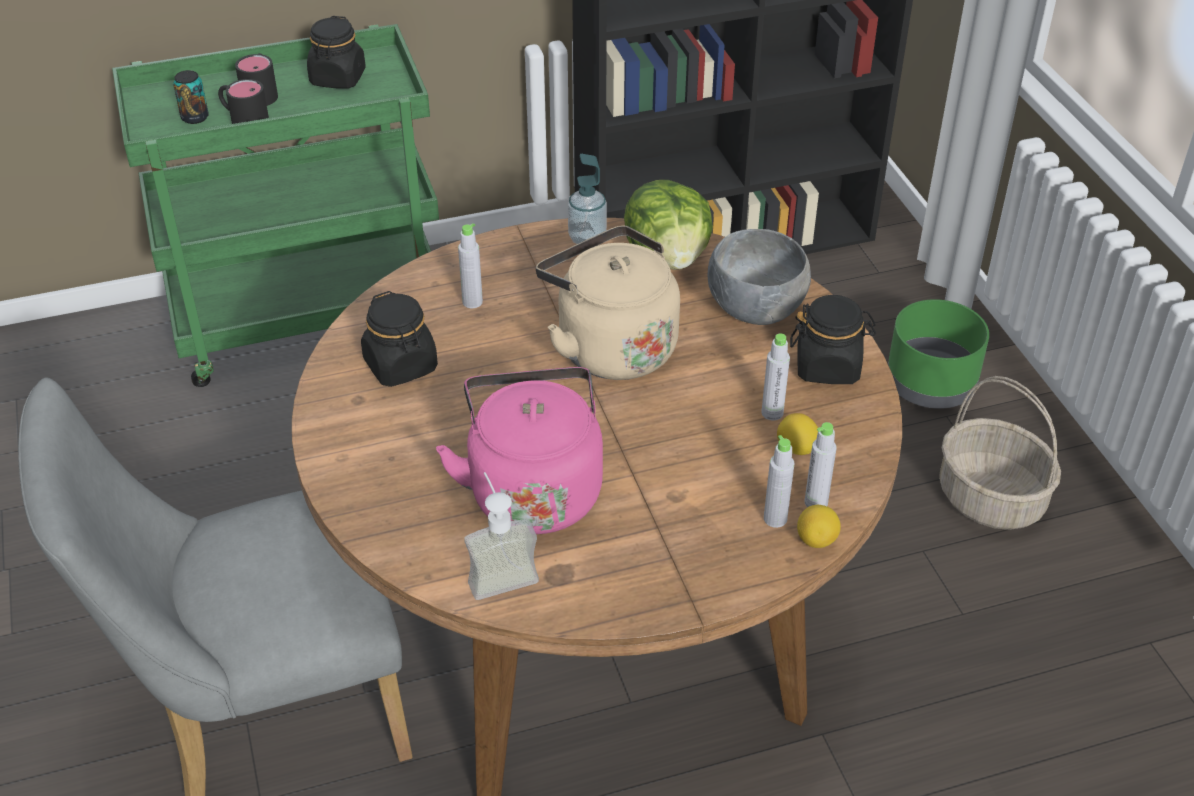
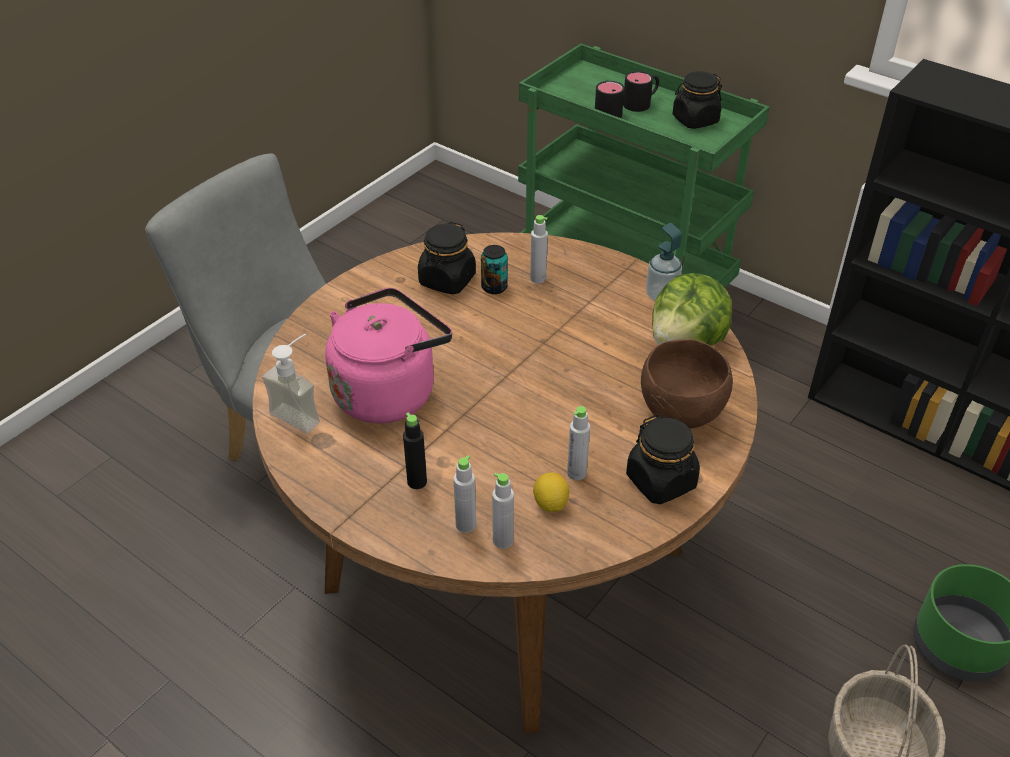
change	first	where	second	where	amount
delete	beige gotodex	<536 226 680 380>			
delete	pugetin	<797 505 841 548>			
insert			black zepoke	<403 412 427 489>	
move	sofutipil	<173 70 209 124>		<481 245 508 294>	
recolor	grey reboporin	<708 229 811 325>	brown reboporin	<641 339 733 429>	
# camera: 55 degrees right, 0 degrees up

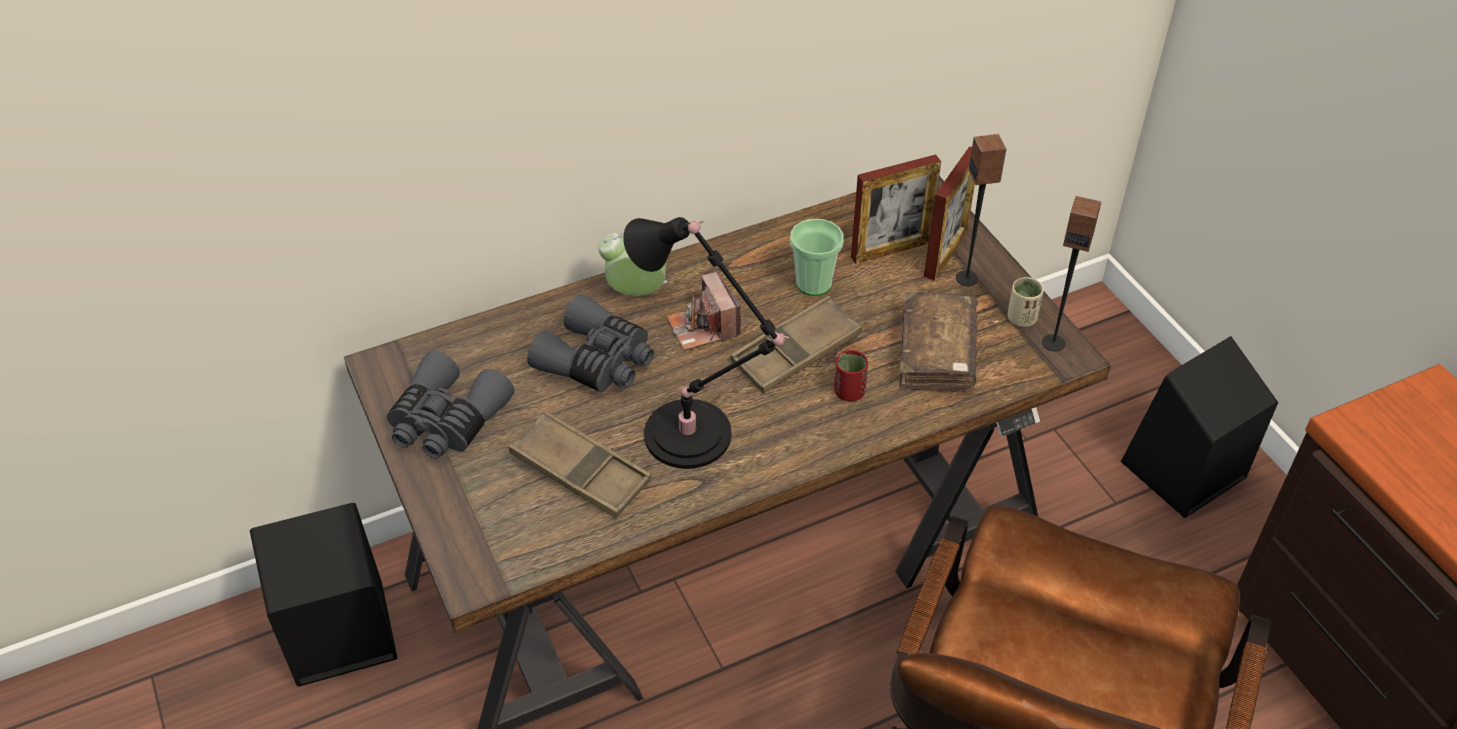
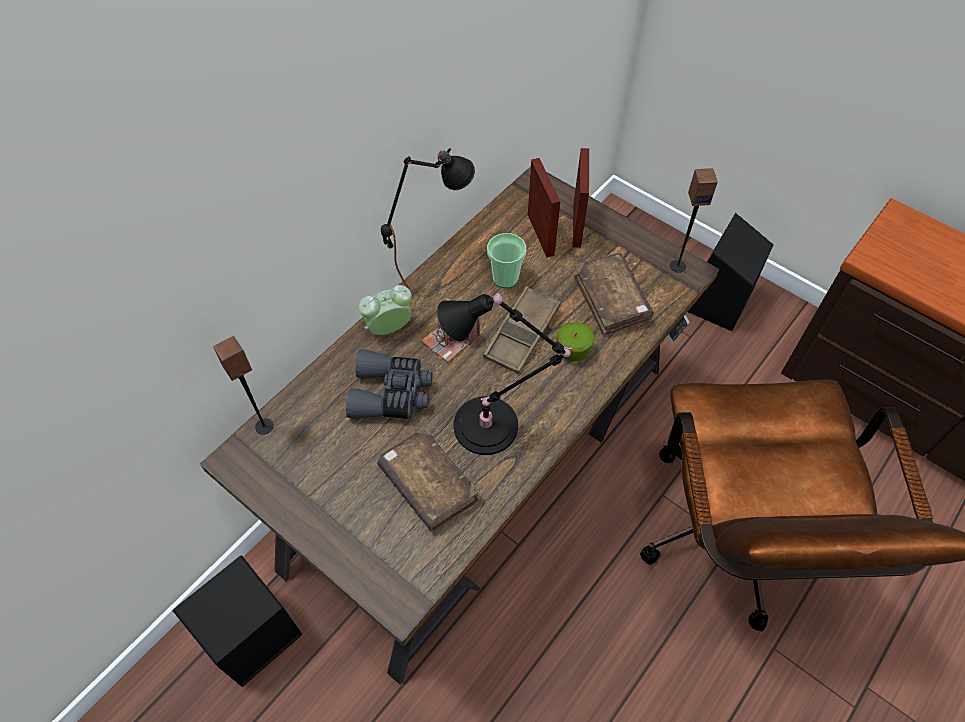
change	first	where	second	where	amount
delete	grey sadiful	<387 350 514 458>			
delete	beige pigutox	<1008 277 1044 327>			
insert			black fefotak	<381 148 475 289>	
move	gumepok	<956 134 1007 286>		<213 336 274 435>	
replace	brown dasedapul	<509 411 651 519>	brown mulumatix	<377 427 479 531>	
replace	red pigutox	<834 350 868 402>	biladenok	<556 322 595 361>	
rotate	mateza	<851 154 941 264>		<528 158 560 257>	60 degrees counterclockwise
# camera: 25 degrees left, 10 degrees up

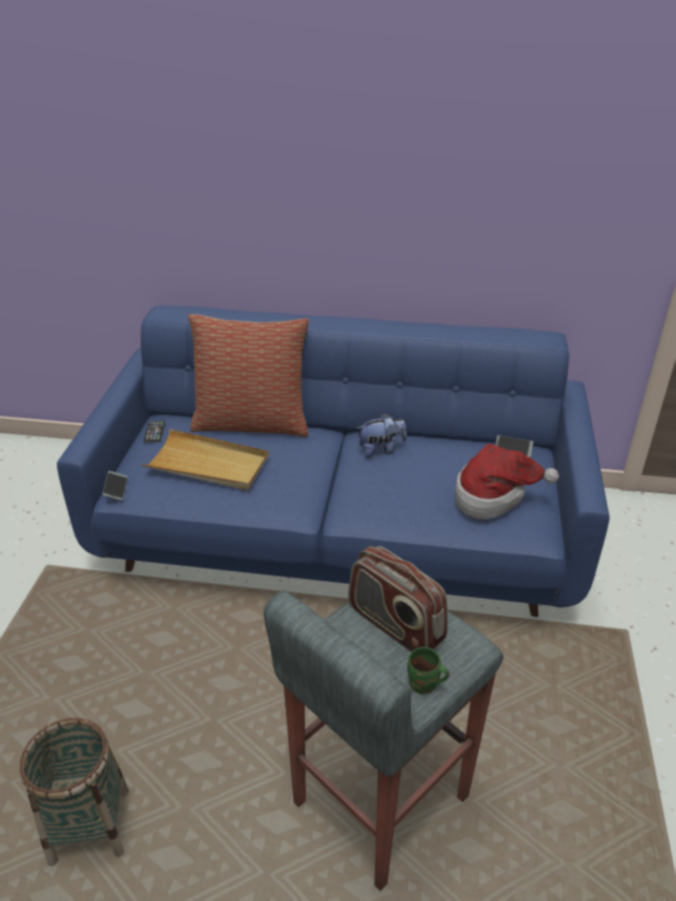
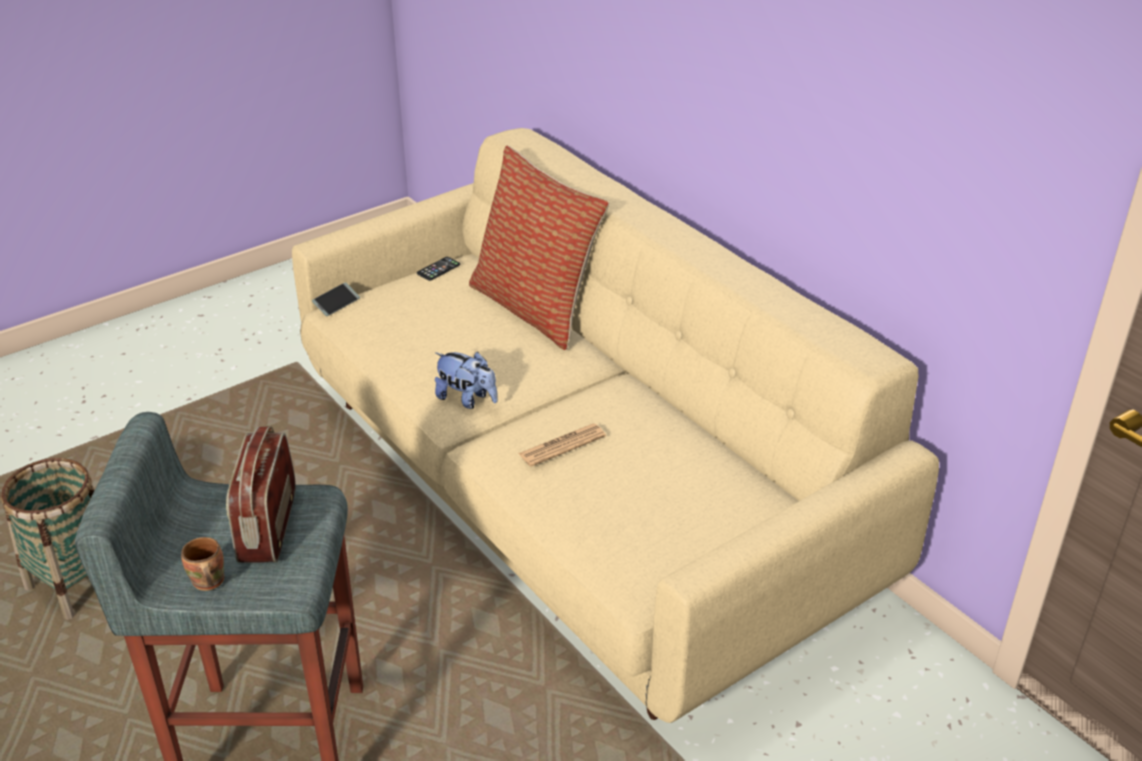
change	first	where	second	where	amount
delete	beige dasedapul	<141 429 269 490>			
delete	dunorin	<456 444 559 519>			
delete	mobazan	<495 435 533 457>			
insert			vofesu	<518 423 606 467>	
move	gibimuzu	<357 413 407 458>		<435 352 498 409>	
recolor	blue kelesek	<57 305 610 617>	beige kelesek	<292 128 939 723>	
recolor	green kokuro	<407 647 449 694>	brown kokuro	<181 537 224 591>	
# camera: 45 degrees right, 0 degrees up

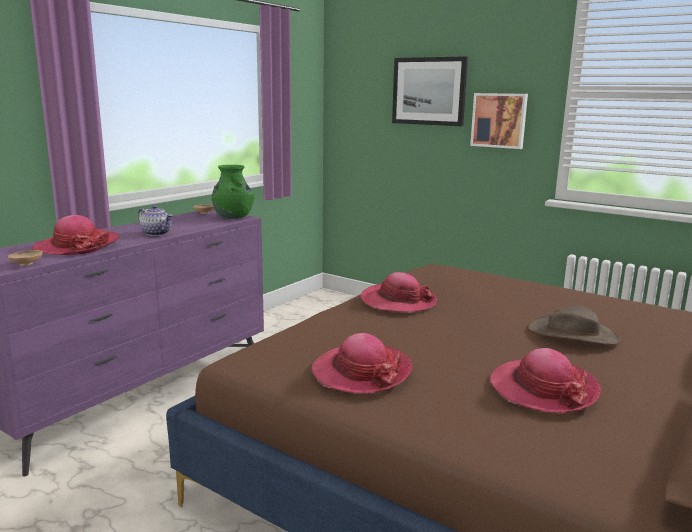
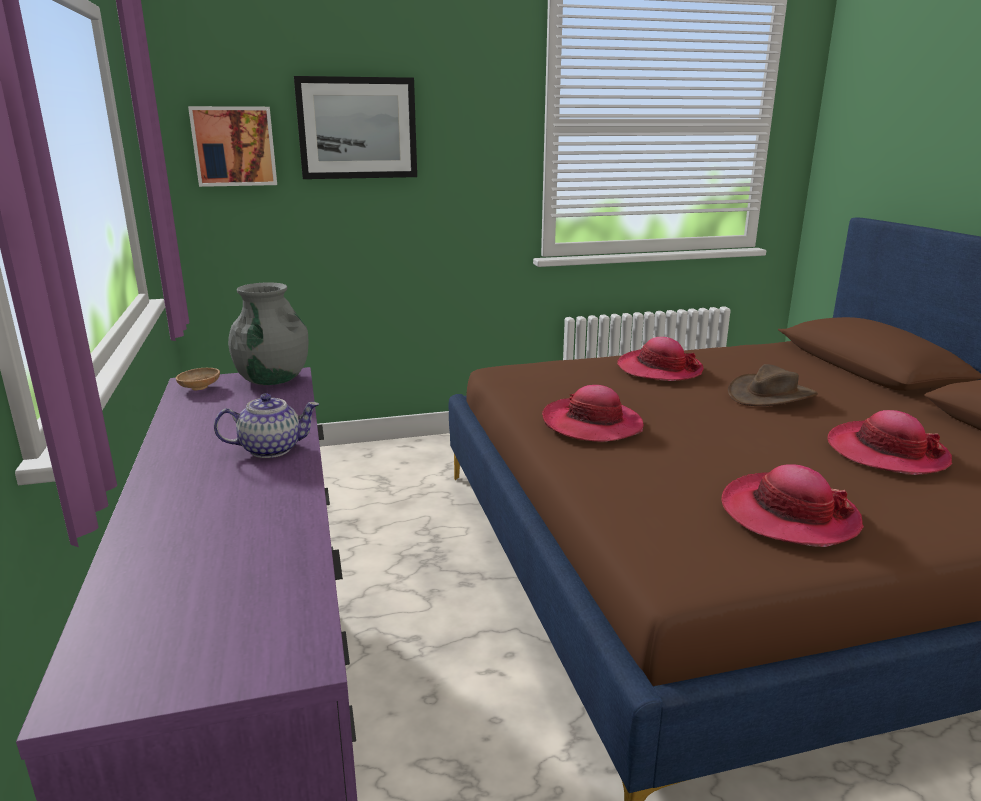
change	first	where	second	where	amount
delete	brown reboporin	<8 250 43 266>			
move	dunorin	<32 215 120 255>		<617 337 704 381>	
move	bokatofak	<470 93 528 149>		<188 106 277 187>	
recolor	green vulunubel	<212 165 255 219>	grey vulunubel	<228 282 308 385>	
# camera: 50 degrees left, 5 degrees up

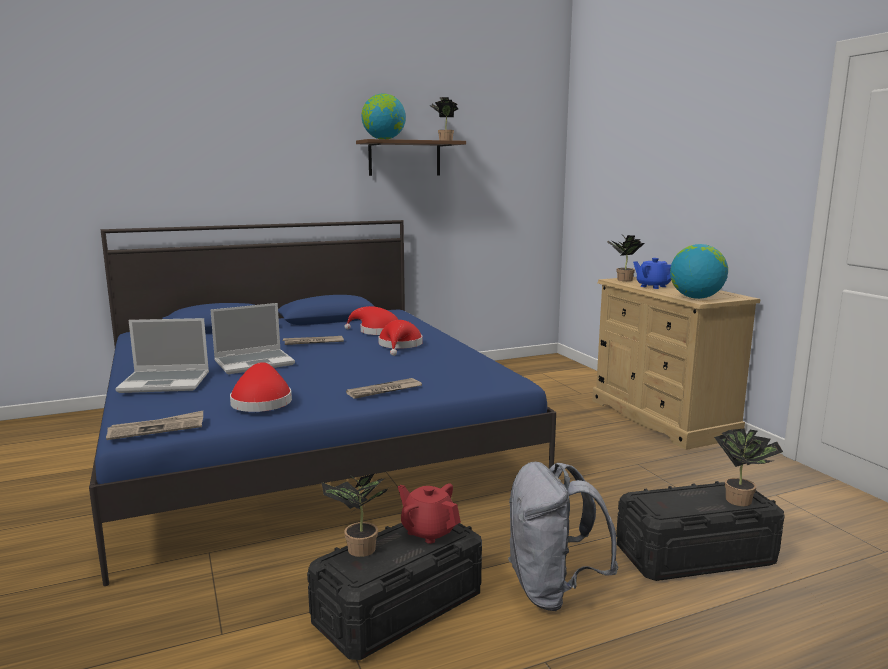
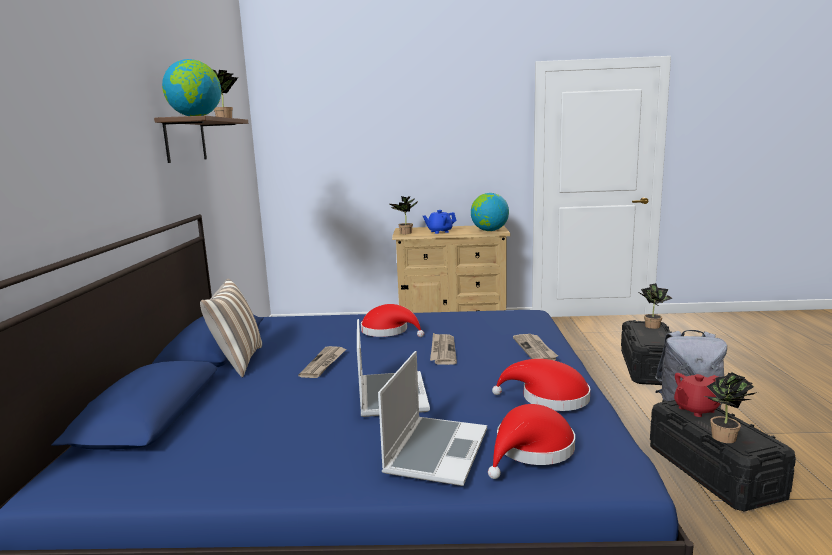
change	first	where	second	where	amount
insert			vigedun	<200 279 262 377>	
move	vofesu	<106 411 203 440>		<430 333 457 365>	
move	red dunorin	<345 306 398 335>		<488 404 575 479>	
# camera: 65 degrees left, 0 degrees up

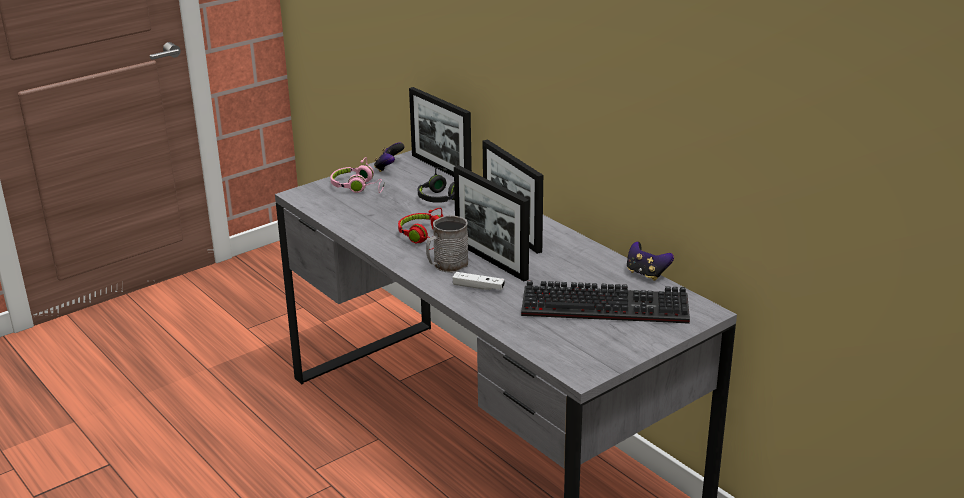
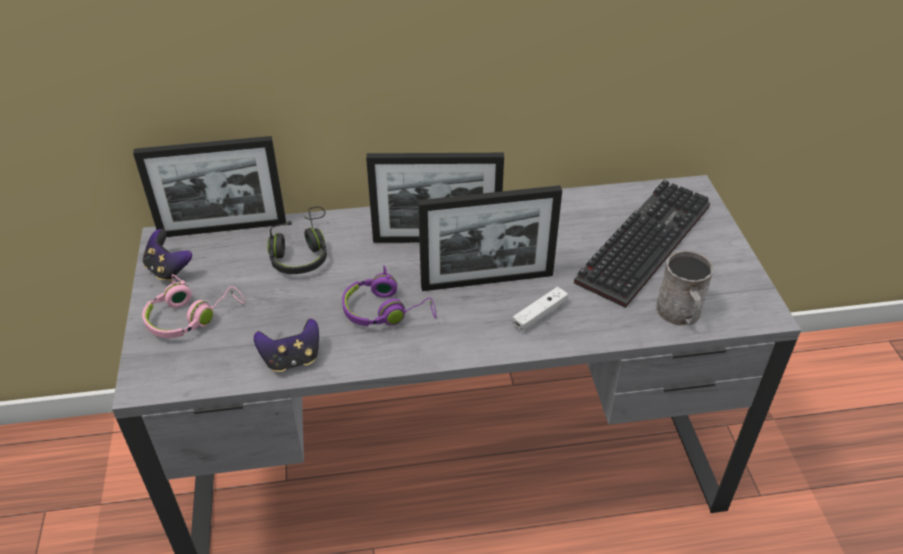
change	first	where	second	where	amount
move	grey kokuro	<426 215 468 273>		<656 250 714 326>	
move	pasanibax	<627 242 674 281>		<254 318 319 372>	
recolor	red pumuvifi	<398 208 443 250>	purple pumuvifi	<342 265 436 326>	
# camera: 60 degrees left, 15 degrees up

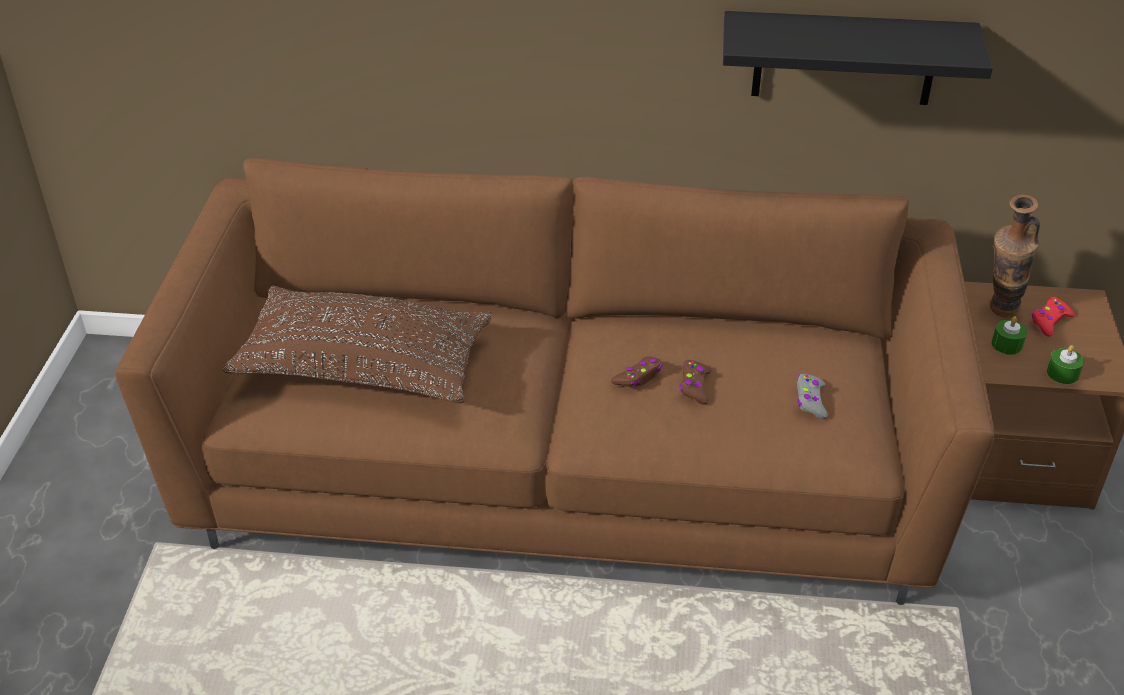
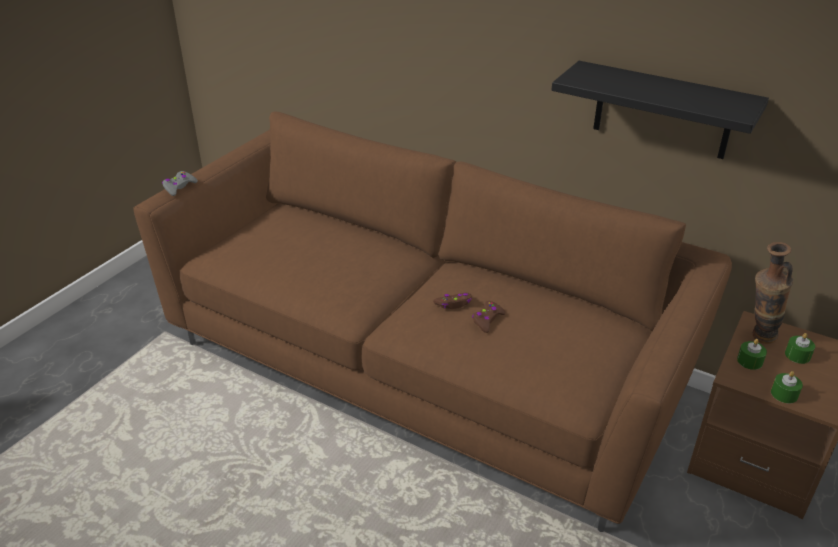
change	first	where	second	where	amount
delete	brown vigedun	<223 286 492 403>			
move	grey pasanibax	<797 374 828 419>		<162 171 198 196>	
replace	red pasanibax	<1032 297 1075 337>	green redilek	<785 333 815 364>	
# camera: 25 degrees right, 5 degrees down

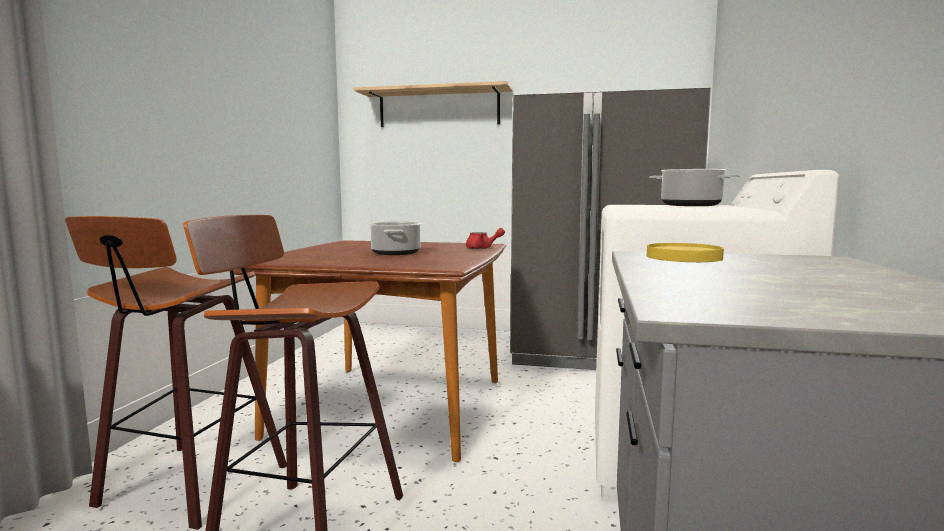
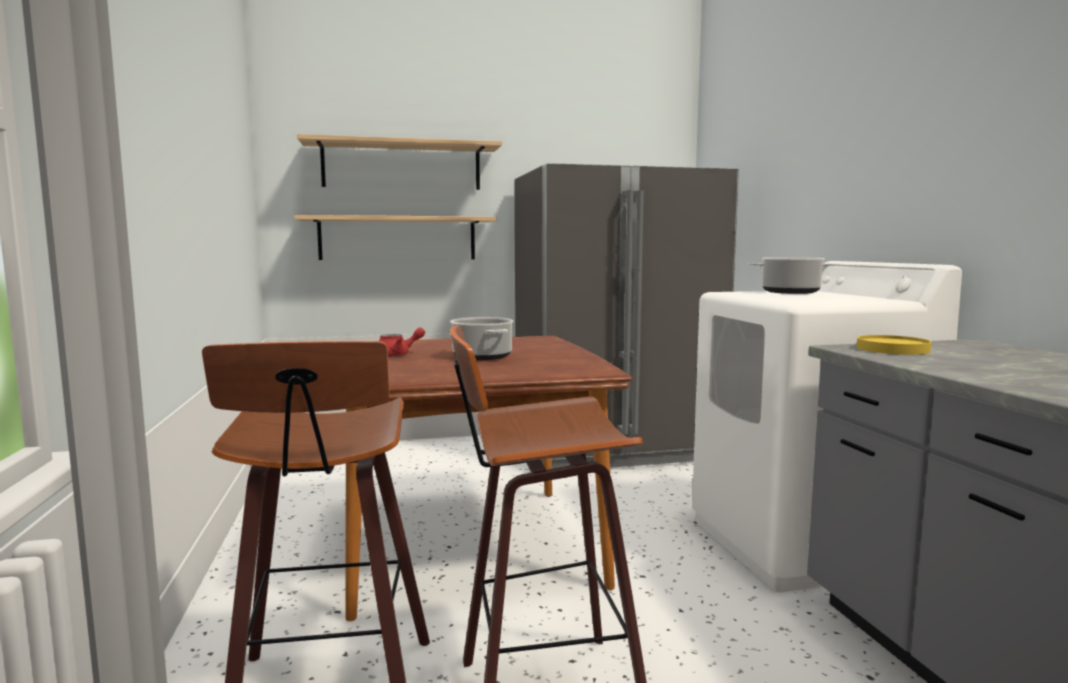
change	first	where	second	where	amount
insert			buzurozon	<294 215 497 260>	
move	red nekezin	<466 228 505 249>		<379 328 425 357>	
# camera: 25 degrees left, 0 degrees up

